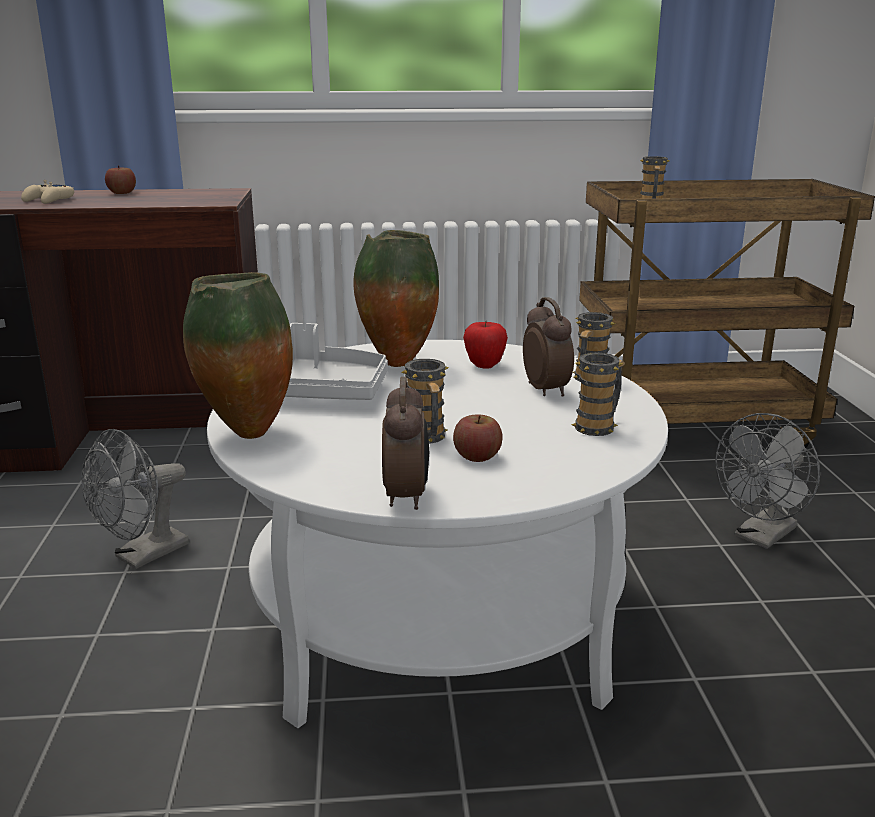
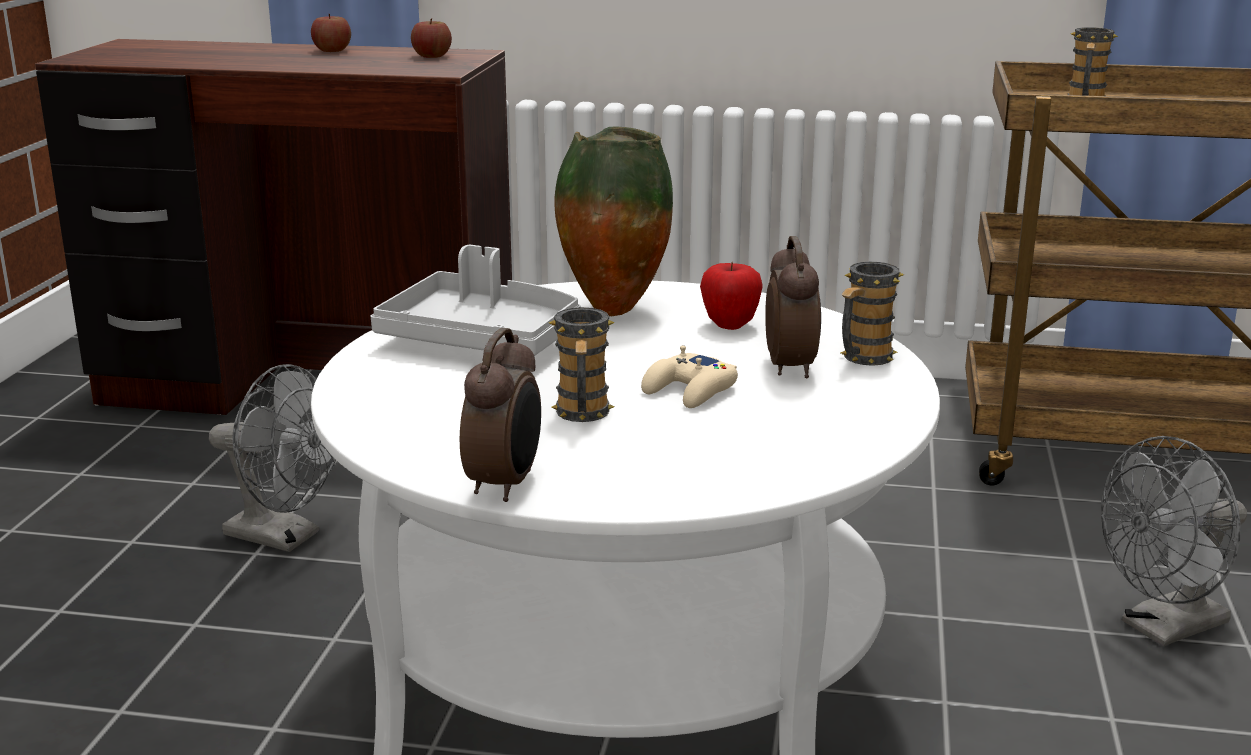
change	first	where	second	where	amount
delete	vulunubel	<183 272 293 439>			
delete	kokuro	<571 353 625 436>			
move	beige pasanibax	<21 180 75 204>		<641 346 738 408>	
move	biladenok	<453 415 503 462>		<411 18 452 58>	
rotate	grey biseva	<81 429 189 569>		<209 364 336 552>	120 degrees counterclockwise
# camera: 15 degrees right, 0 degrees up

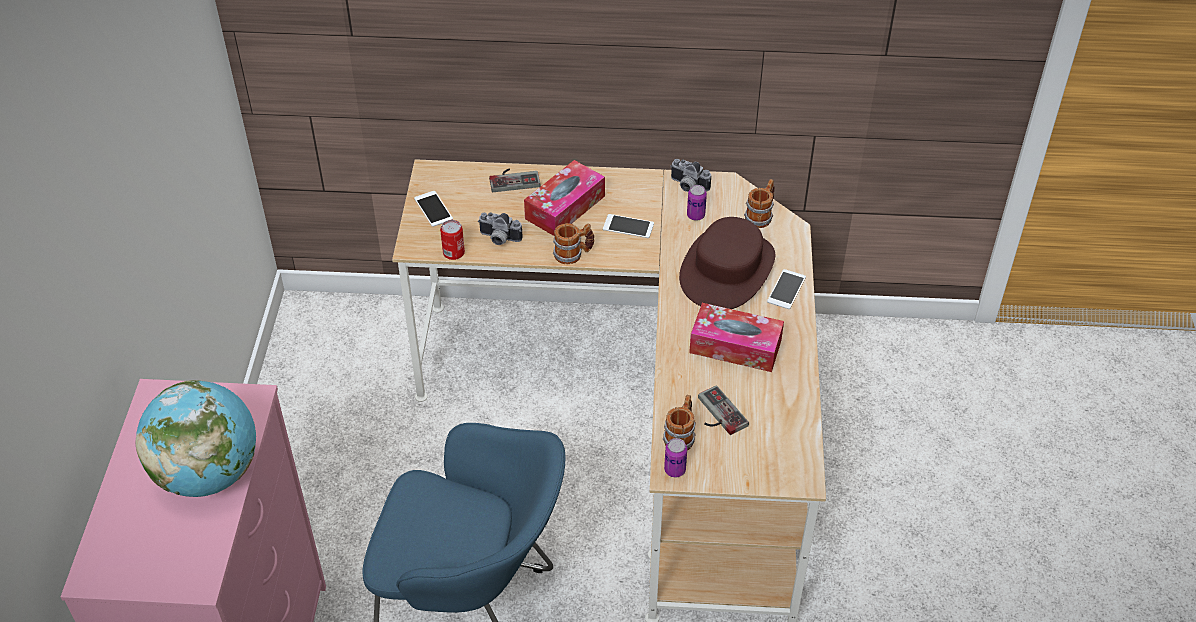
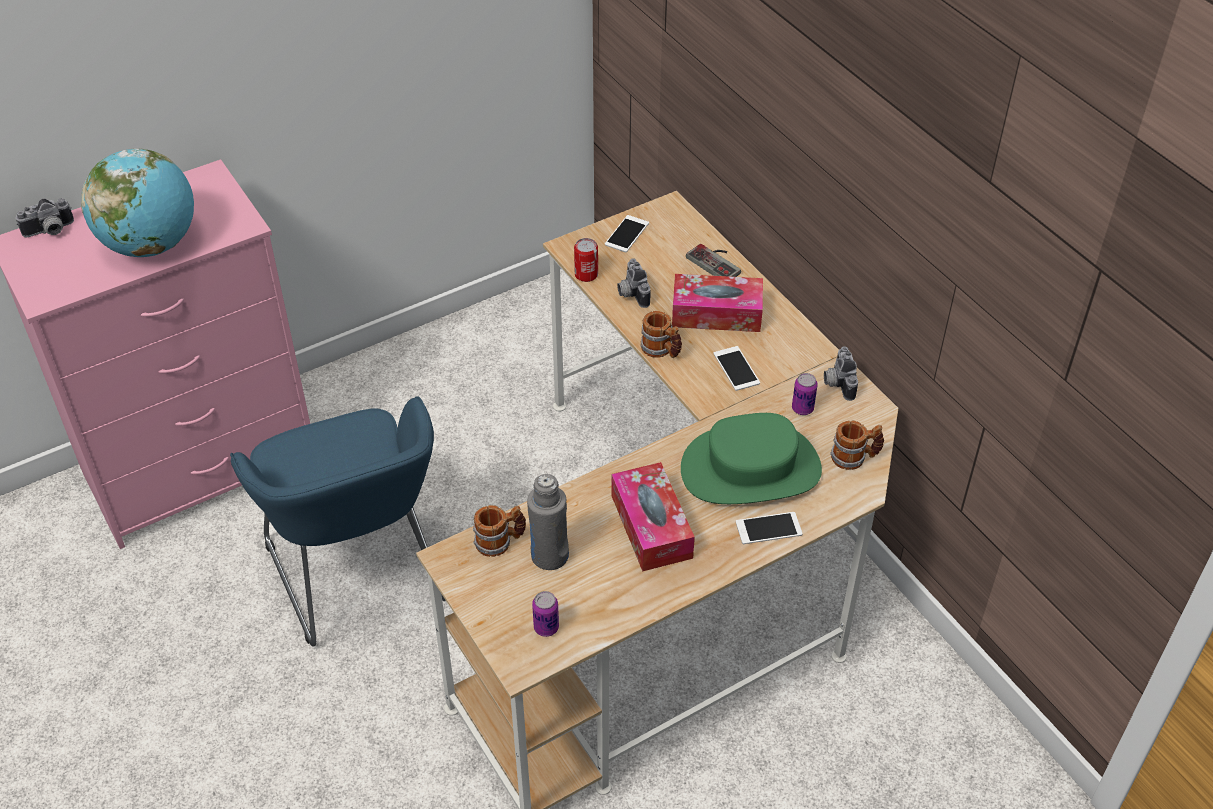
change	first	where	second	where	amount
insert			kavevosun	<16 198 74 237>	
move	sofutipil	<664 438 687 477>		<532 591 559 637>	
replace	pasanibax	<698 385 749 435>	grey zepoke	<527 474 569 570>	
recolor	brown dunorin	<679 217 775 309>	green dunorin	<681 413 822 504>	
# camera: 55 degrees right, 0 degrees up

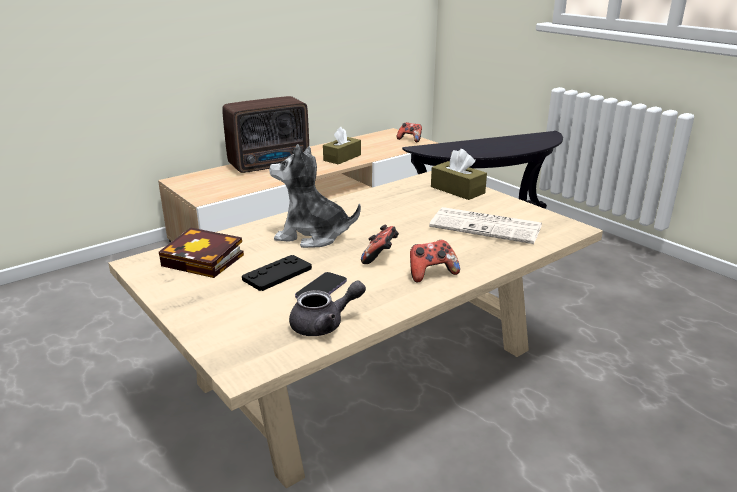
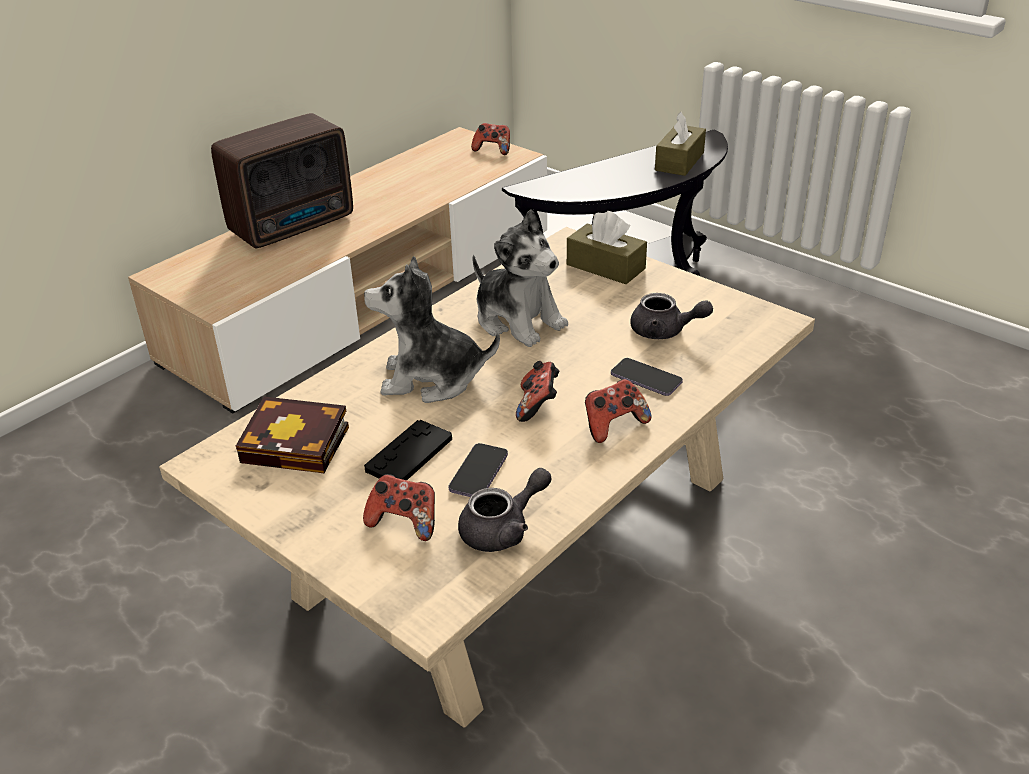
change	first	where	second	where	amount
insert			pasanibax	<363 474 435 541>	
insert			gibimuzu	<472 209 568 347>	
insert			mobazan	<611 358 683 396>	
move	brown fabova	<323 127 361 164>		<655 112 706 176>	
replace	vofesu	<429 207 542 244>	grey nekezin	<630 293 713 339>	
# camera: 10 degrees left, 10 degrees up

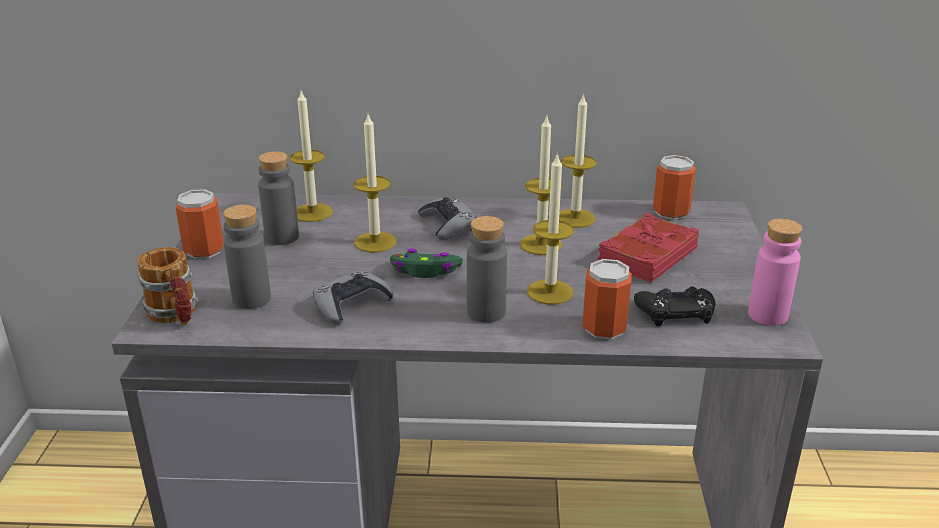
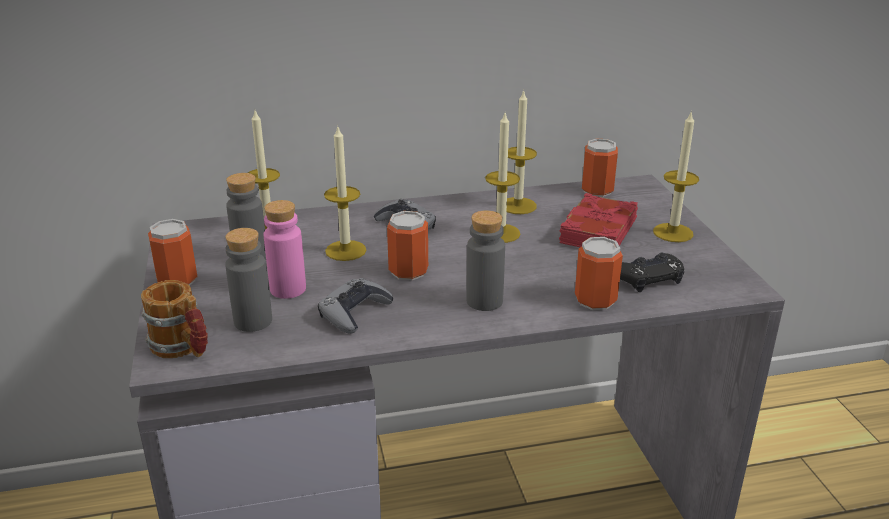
change	first	where	second	where	amount
move	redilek	<527 152 574 305>		<653 113 699 242>	
move	pink zepoke	<748 219 802 326>		<263 200 306 299>	
replace	green pasanibax	<390 249 463 278>	sofutipil	<387 211 428 280>	
# camera: 15 degrees left, 0 degrees up

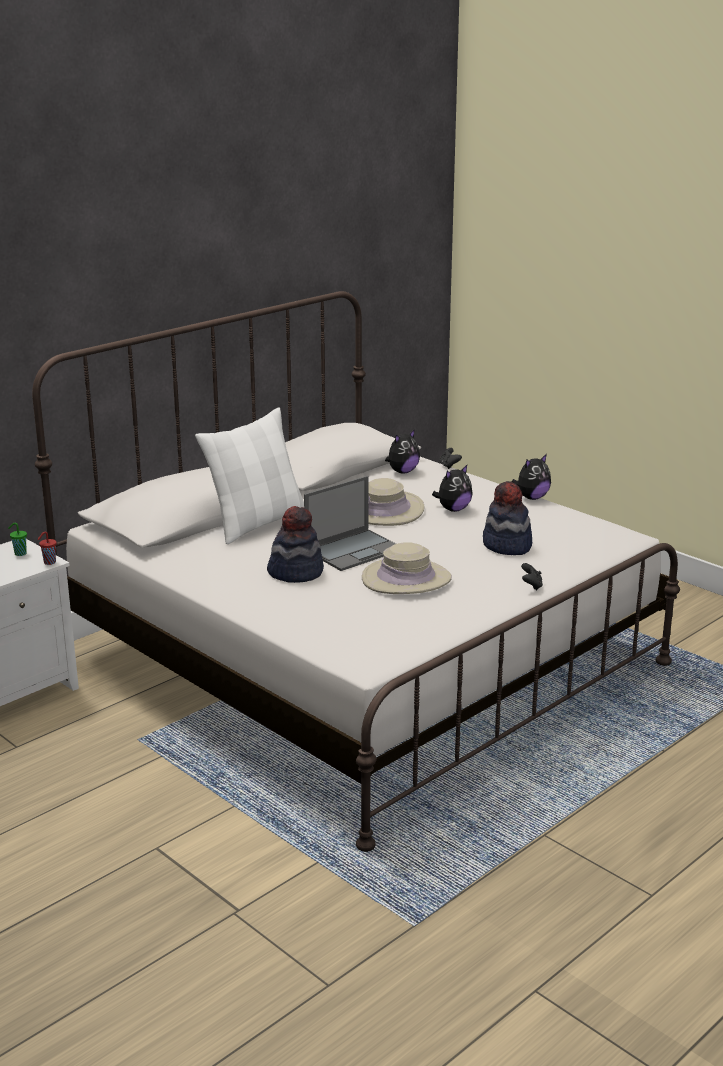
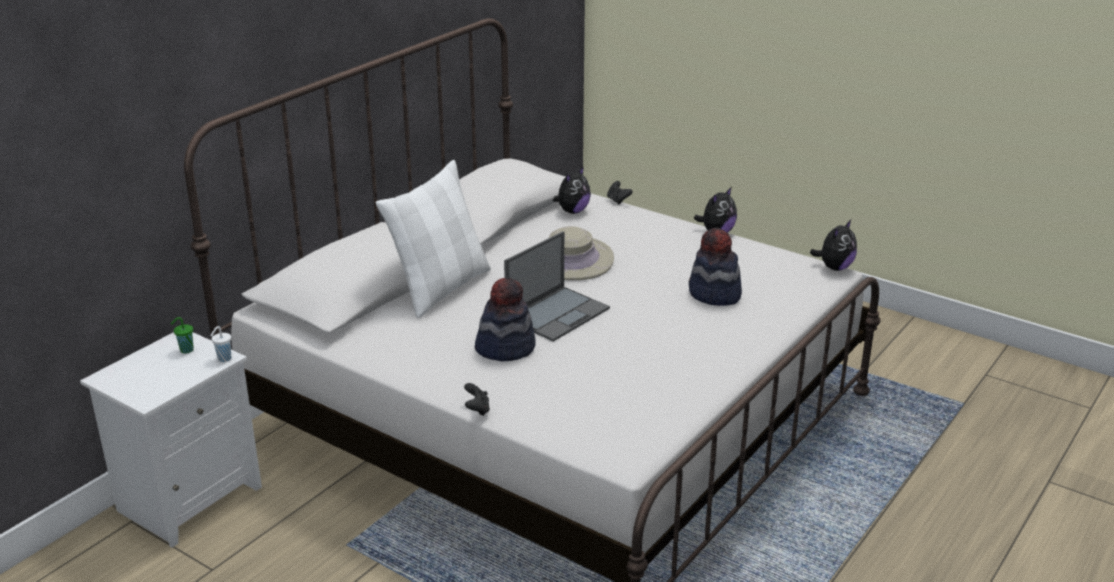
change	first	where	second	where	amount
delete	beige dunorin	<362 542 452 594>			
move	gibimuzu	<432 465 473 512>		<810 220 857 271>	
move	black pasanibax	<521 563 543 590>		<464 383 490 416>	
recolor	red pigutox	<38 532 57 565>	white pigutox	<210 326 231 362>	
# camera: 10 degrees left, 5 degrees up

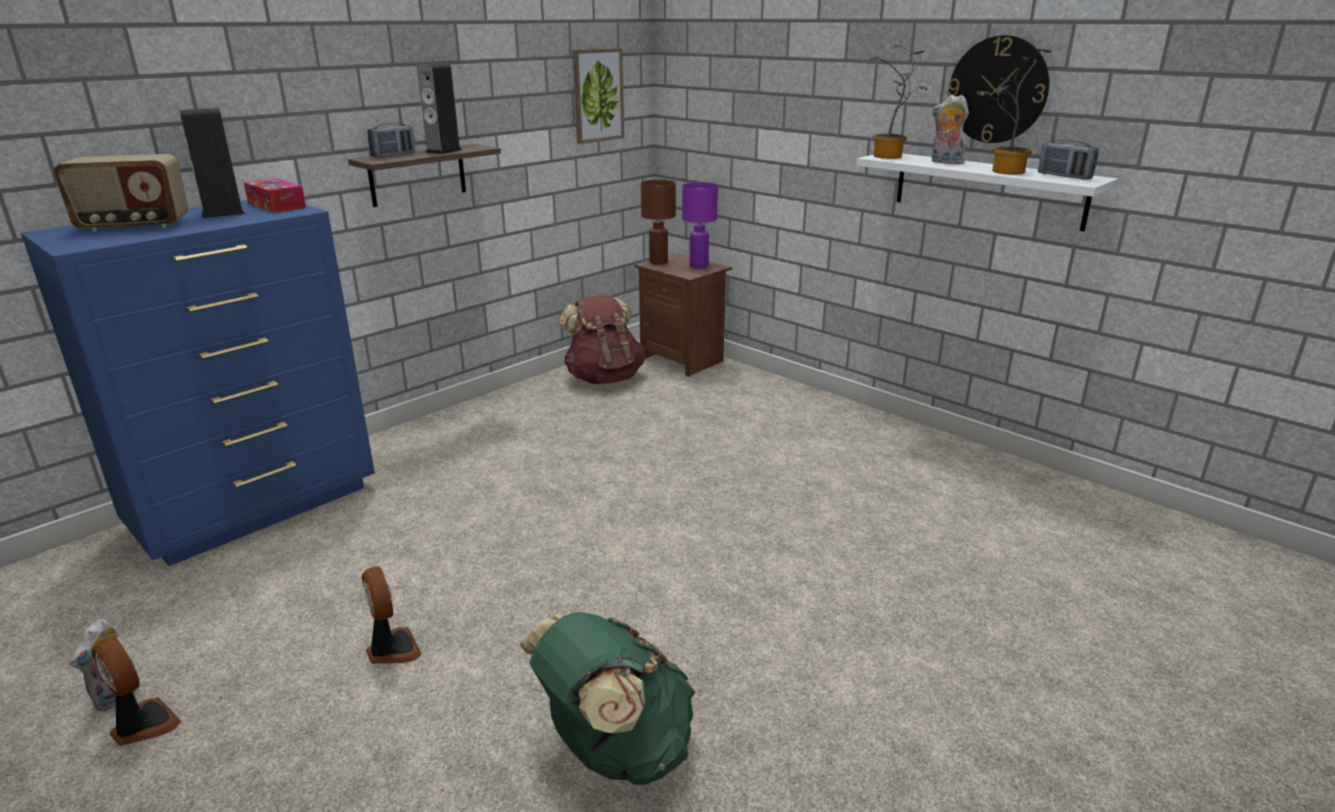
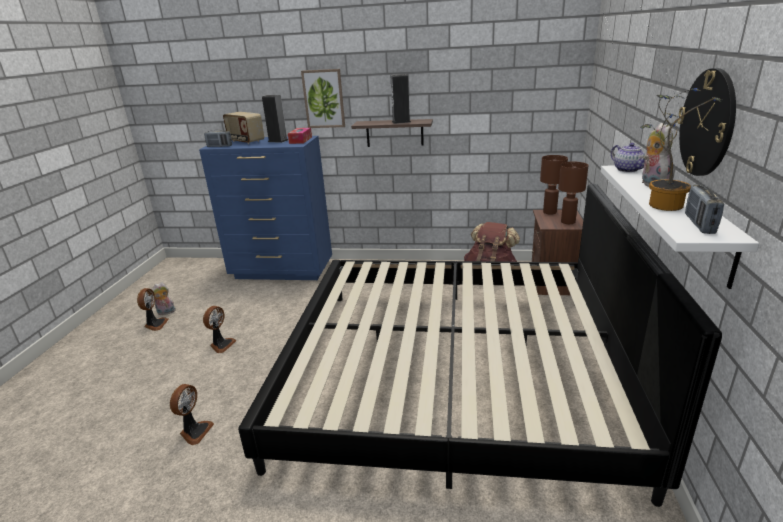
change	first	where	second	where	amount
insert			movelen	<238 184 722 507>	
move	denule	<367 123 415 157>		<204 130 232 147>	
move	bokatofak	<573 48 624 144>		<301 69 345 128>	
replace	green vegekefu	<519 612 695 785>	biseva	<170 384 214 445>	
replace	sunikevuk	<869 45 928 159>	nekezin	<611 143 646 172>	
recolor	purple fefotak	<682 182 718 268>	brown fefotak	<558 162 589 224>	
# camera: 55 degrees right, 0 degrees up

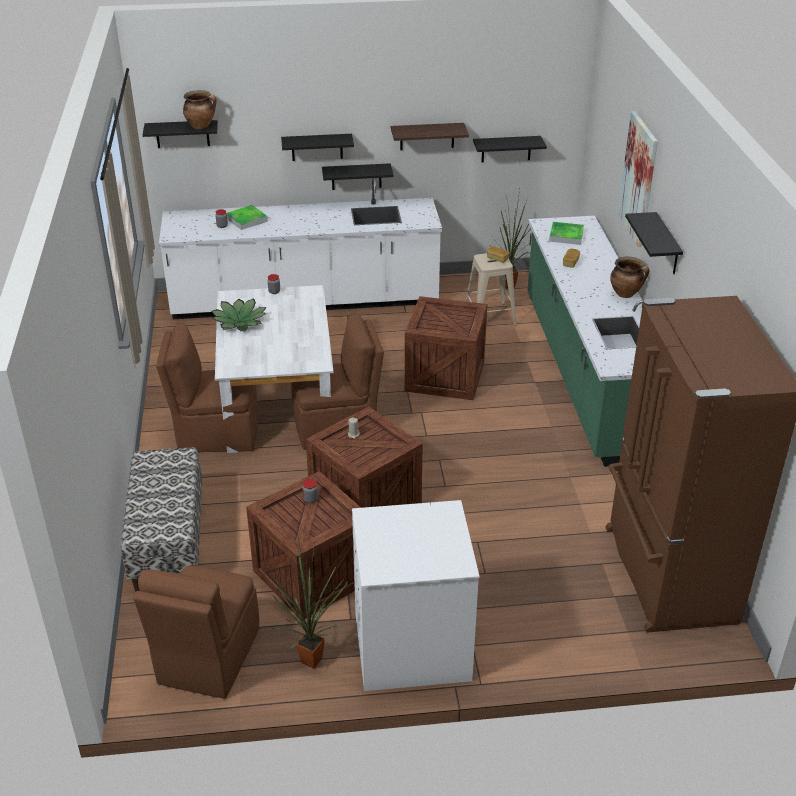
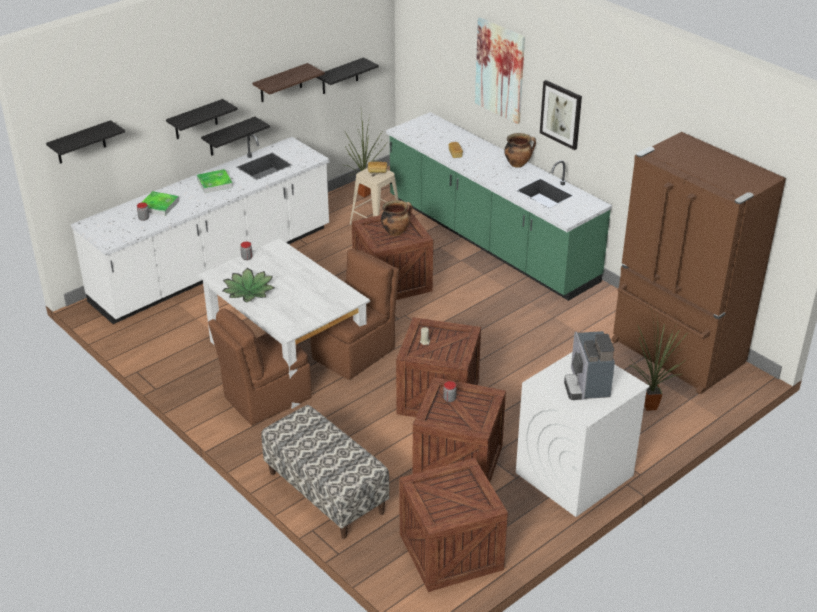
change	first	where	second	where	amount
insert			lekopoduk	<564 331 615 400>	
move	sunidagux	<183 90 217 129>		<381 200 413 236>	
move	sunikevuk	<271 534 348 669>		<628 309 688 411>	
move	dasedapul	<549 222 584 245>		<197 169 233 193>	
replace	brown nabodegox	<133 565 259 699>	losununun	<399 458 508 592>	
replace	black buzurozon	<625 212 683 274>	bokatofak	<540 80 582 150>	
# camera: 35 degrees left, 0 degrees up

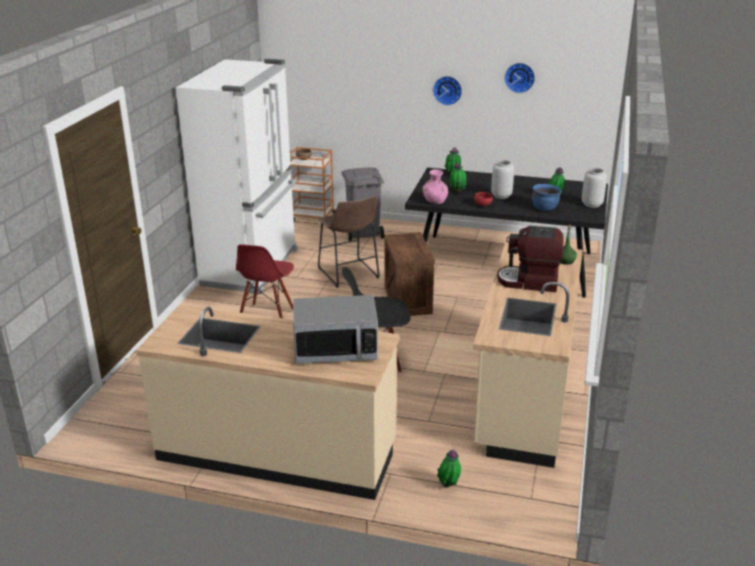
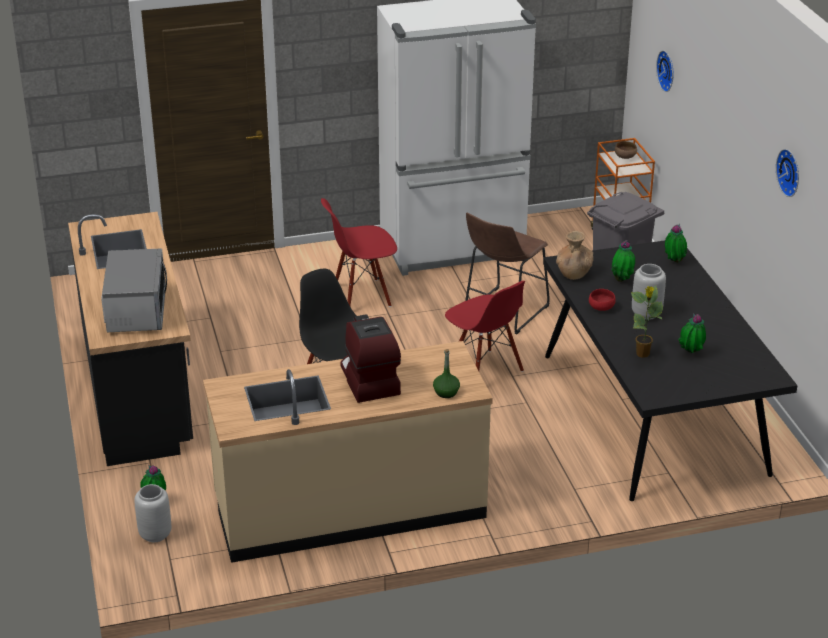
change	first	where	second	where	amount
move	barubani	<433 76 462 106>		<656 50 674 92>	
move	grey vulunubel	<582 168 607 208>		<135 484 171 542>	
replace	losununun	<384 232 435 316>	red nabodegox	<445 281 525 372>	
replace	blue sunidagux	<532 184 562 211>	sunikevuk	<631 286 663 358>	
recolor	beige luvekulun	<136 304 399 500>	black luvekulun	<68 212 193 466>	
recolor	pink vulunubel	<423 169 448 204>	brown vulunubel	<556 231 593 280>	
rotate	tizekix	<293 295 378 364>		<101 248 167 332>	150 degrees counterclockwise
# camera: 60 degrees right, 5 degrees up

